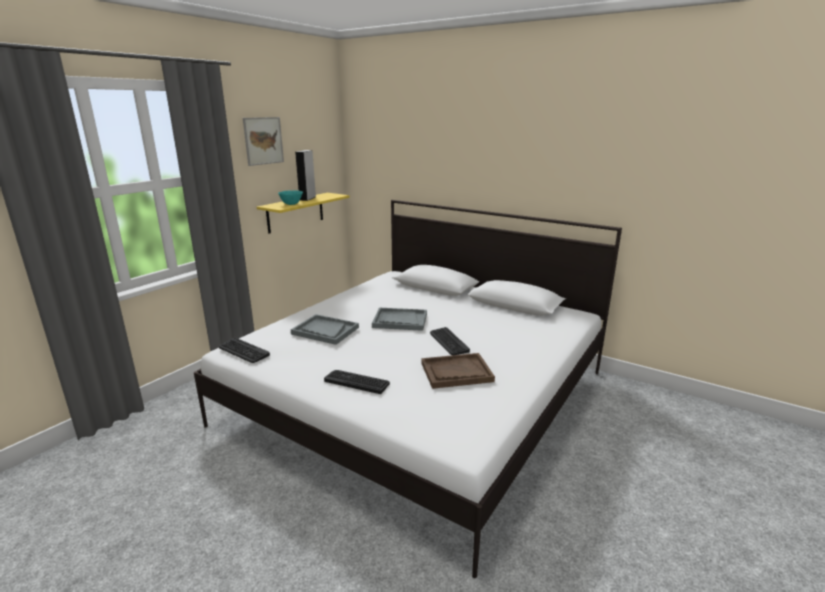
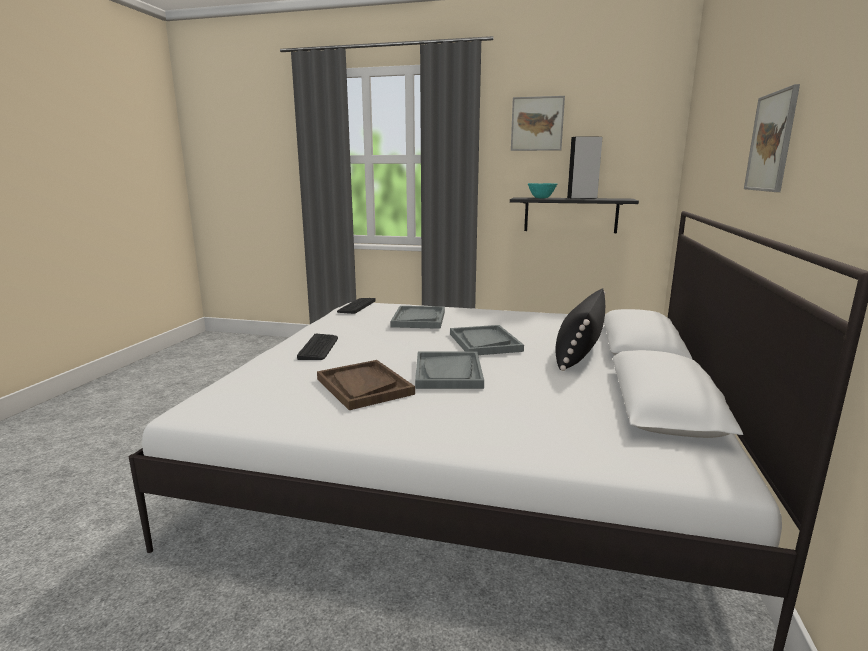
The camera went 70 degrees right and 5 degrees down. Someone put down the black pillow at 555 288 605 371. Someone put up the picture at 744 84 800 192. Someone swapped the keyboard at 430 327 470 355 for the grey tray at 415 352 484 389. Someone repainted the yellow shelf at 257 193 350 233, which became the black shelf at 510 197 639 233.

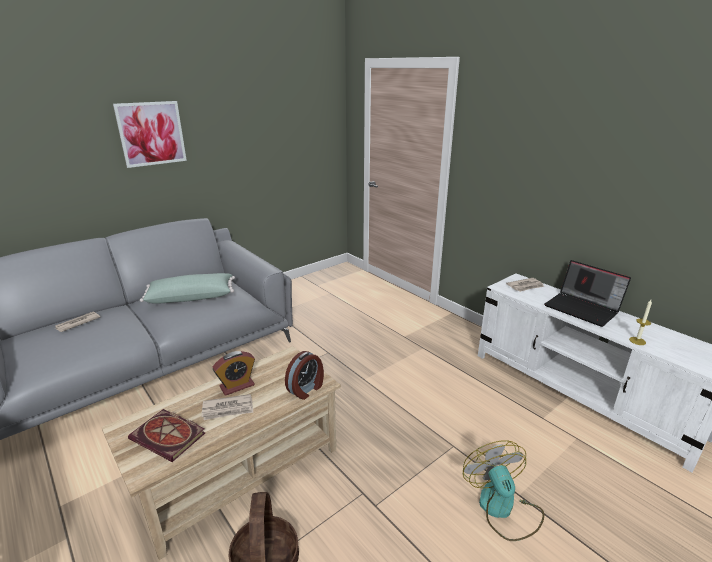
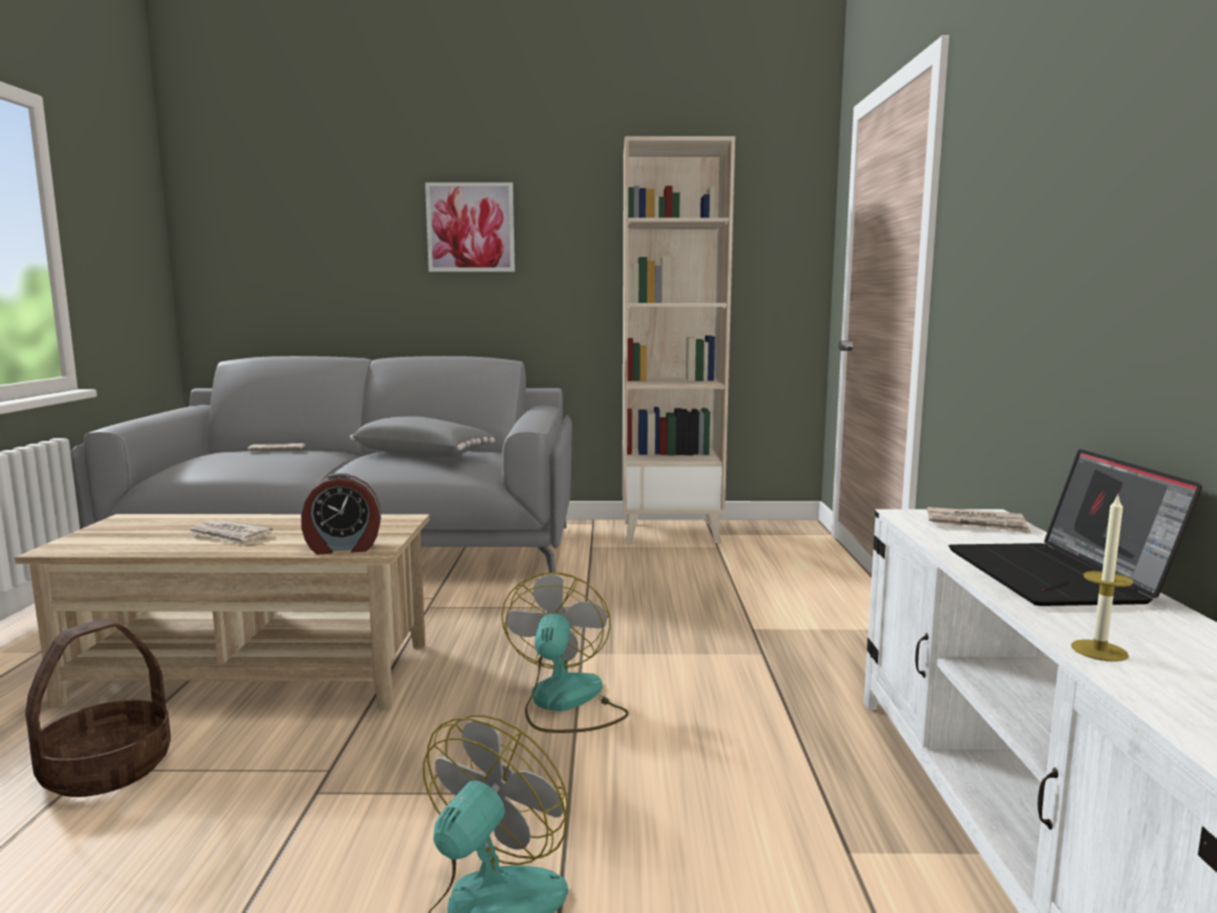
The camera went 40 degrees right and 15 degrees down. Someone took away the book at 128 409 205 462. Someone took away the alarm clock at 213 351 255 396. Someone put down the fan at 501 573 629 733. Someone put down the beige bookcase at 622 136 735 543. Someone repainted the green pillow at 140 273 235 304, which became the grey pillow at 350 417 495 457.

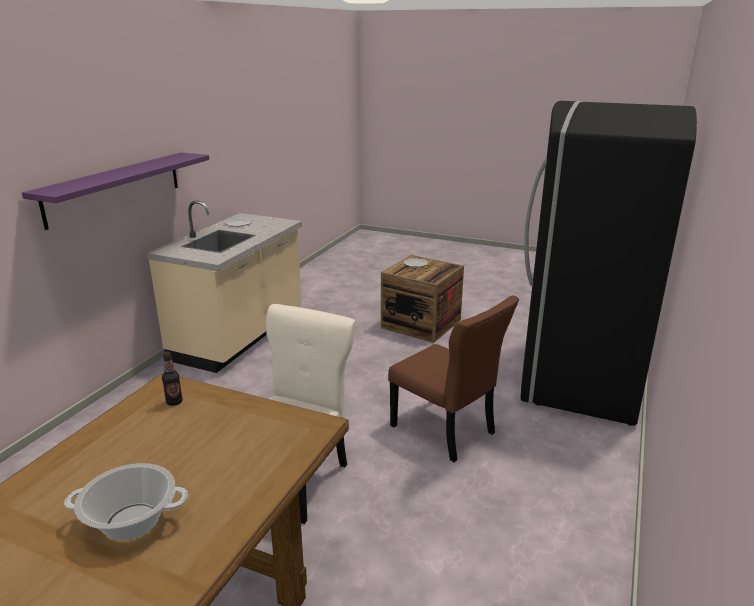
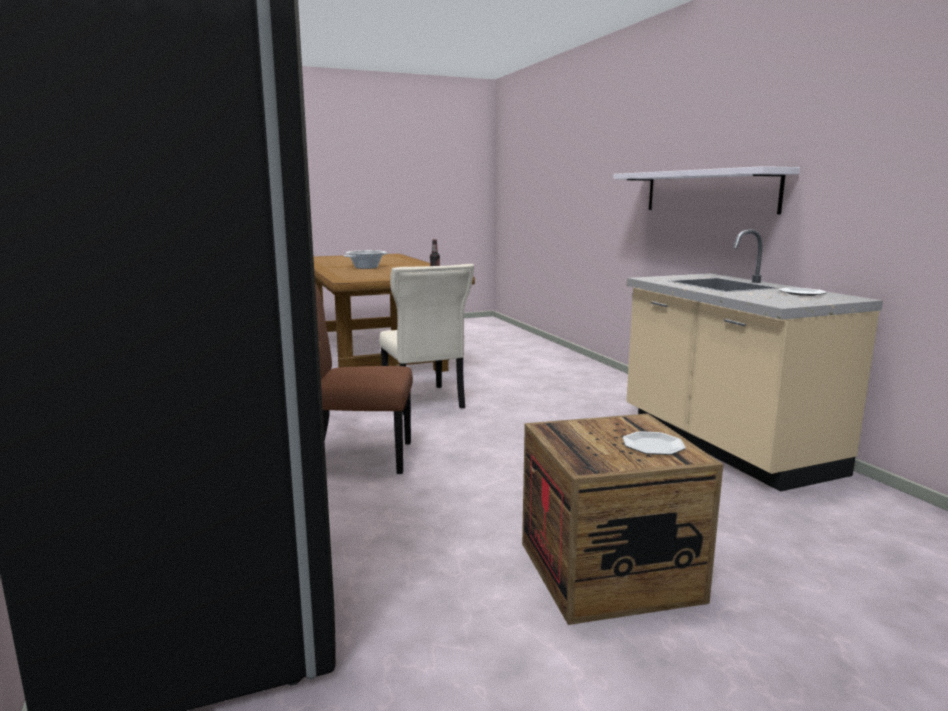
The camera went 135 degrees right and 10 degrees down. Someone repainted the purple shelf at 22 153 209 230, which became the white shelf at 613 166 800 214.

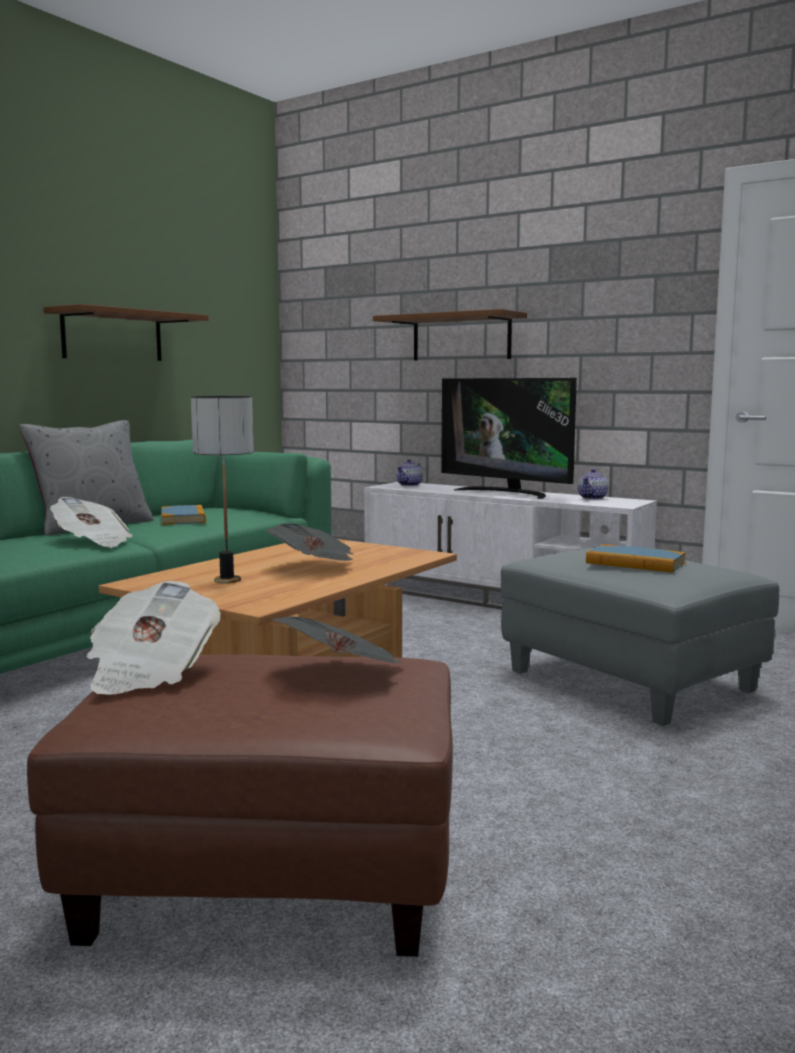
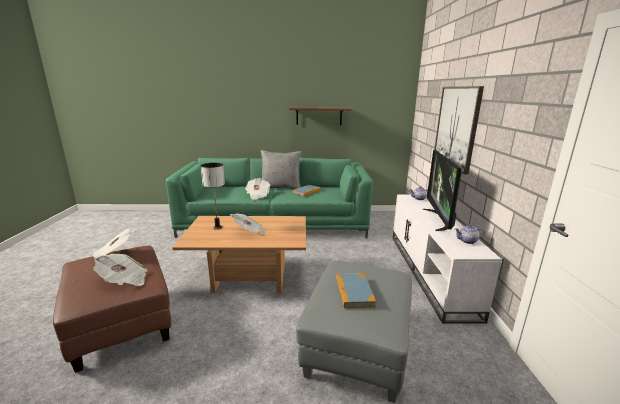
The camera went 55 degrees right and 10 degrees up. Someone swapped the brown shelf at 373 309 527 361 for the picture at 434 86 484 174.

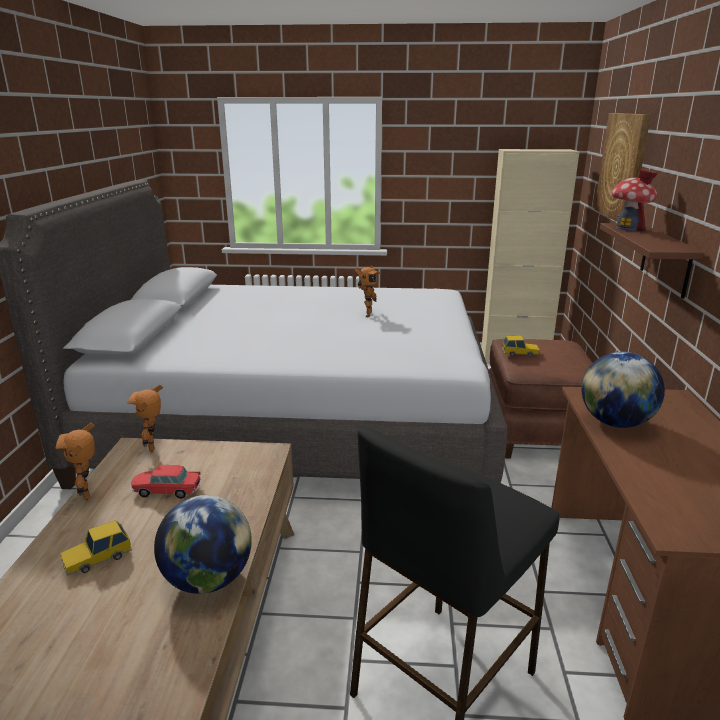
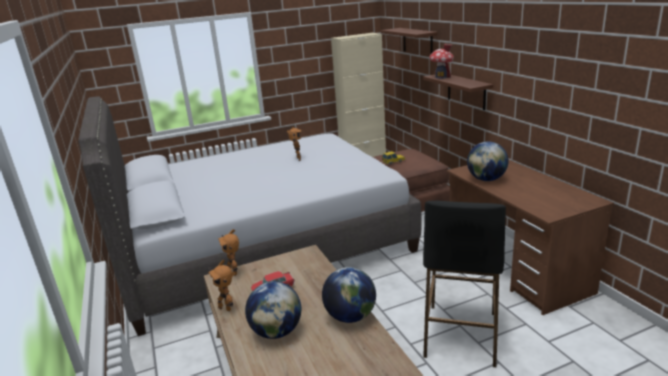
The camera went 25 degrees left and 0 degrees up. Someone swapped the toy car at 60 520 132 576 for the globe at 245 281 301 339. Someone swapped the picture at 594 113 651 222 for the brown shelf at 381 28 438 54.

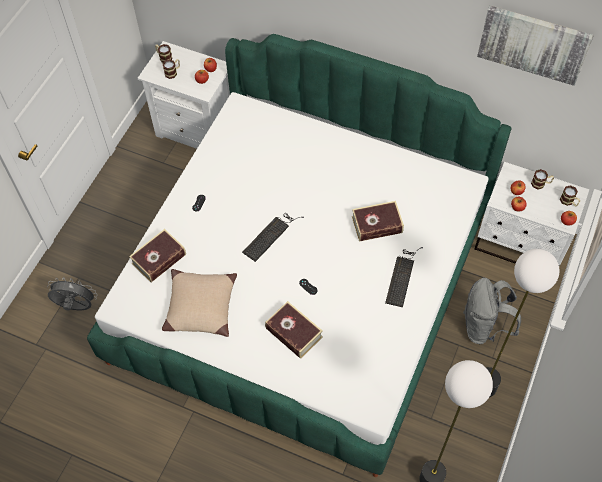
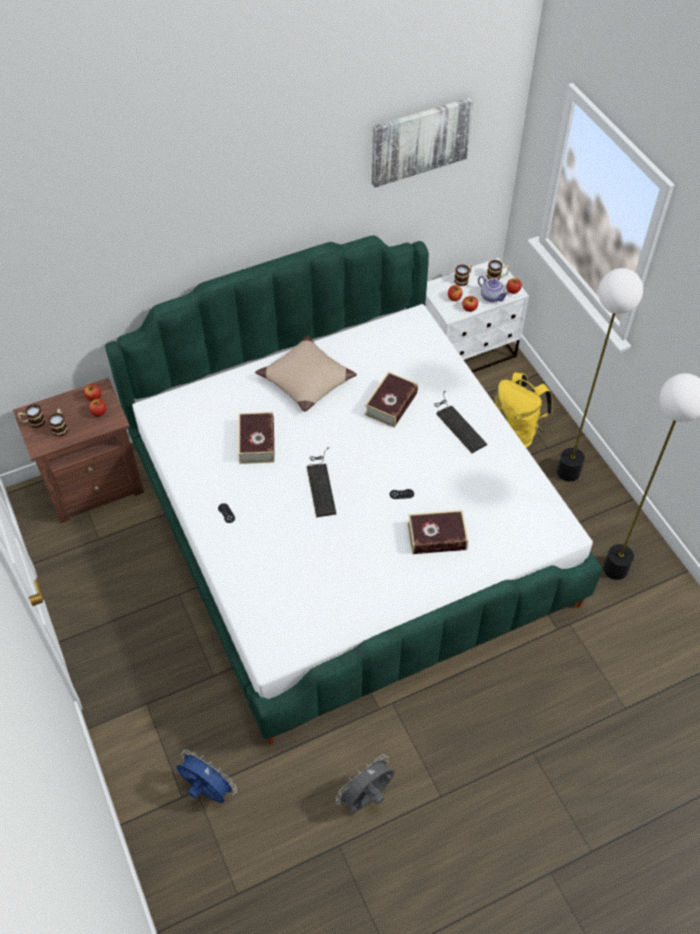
The camera went 50 degrees left and 5 degrees down. Someone put down the blue fan at 176 750 237 803. Someone put down the teapot at 478 276 509 302. Someone carried the grey fan from 47 277 97 310 to 336 754 394 813. Someone carried the book from 129 229 186 282 to 238 412 275 464. Someone carried the beige pillow from 162 269 237 337 to 255 336 357 412. Someone repainted the white nightstand at 138 41 228 149, which became the brown nightstand at 13 378 144 523. Someone repainted the grey backpack at 463 278 521 344, which became the yellow backpack at 495 372 553 448.

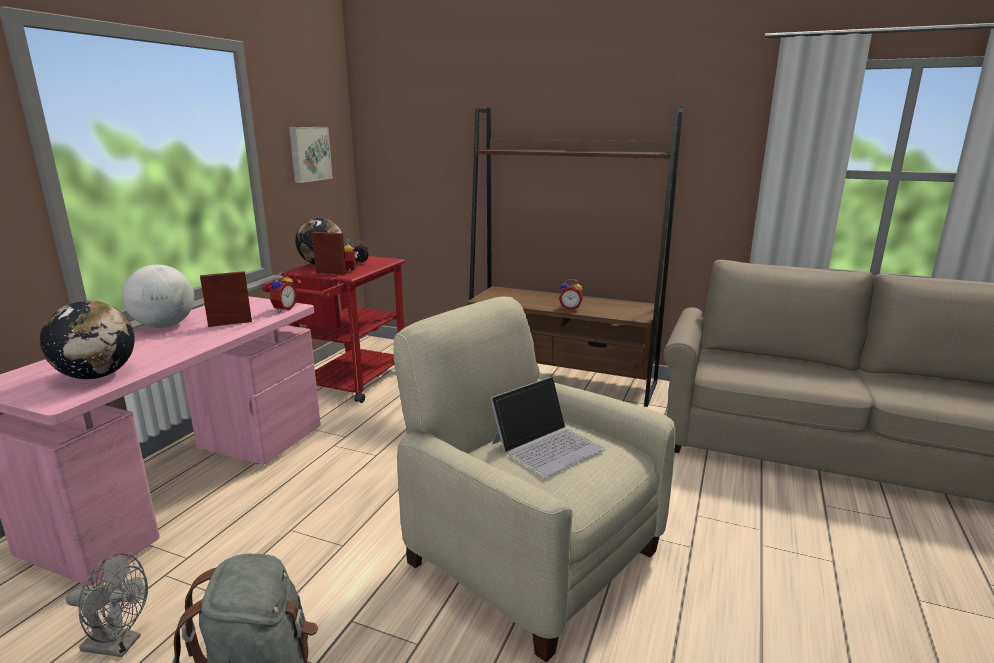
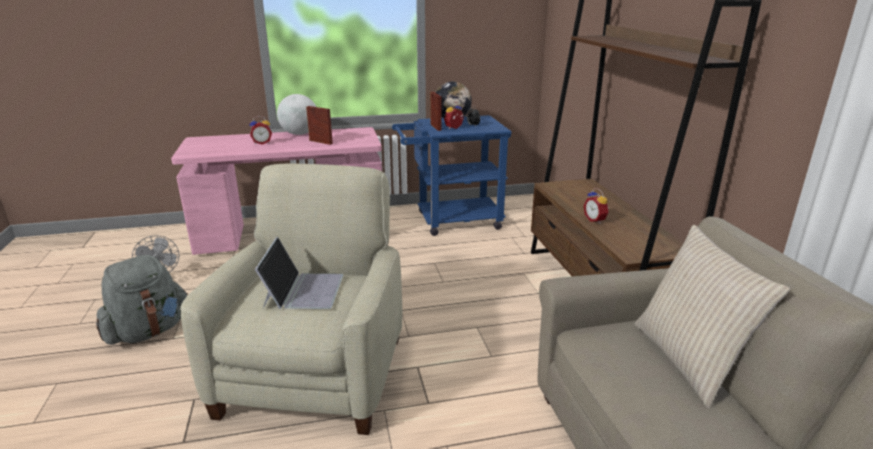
The camera went 55 degrees right and 5 degrees up. Someone took away the globe at 40 300 135 379. Someone took away the picture at 289 127 333 183. Someone put down the beige pillow at 635 225 790 409. Someone carried the alarm clock from 269 273 297 312 to 249 116 272 145. Someone repainted the red cart at 262 256 405 403, which became the blue cart at 392 115 512 236. Someone rotated the laptop at 490 376 605 478 by 105 degrees counterclockwise.

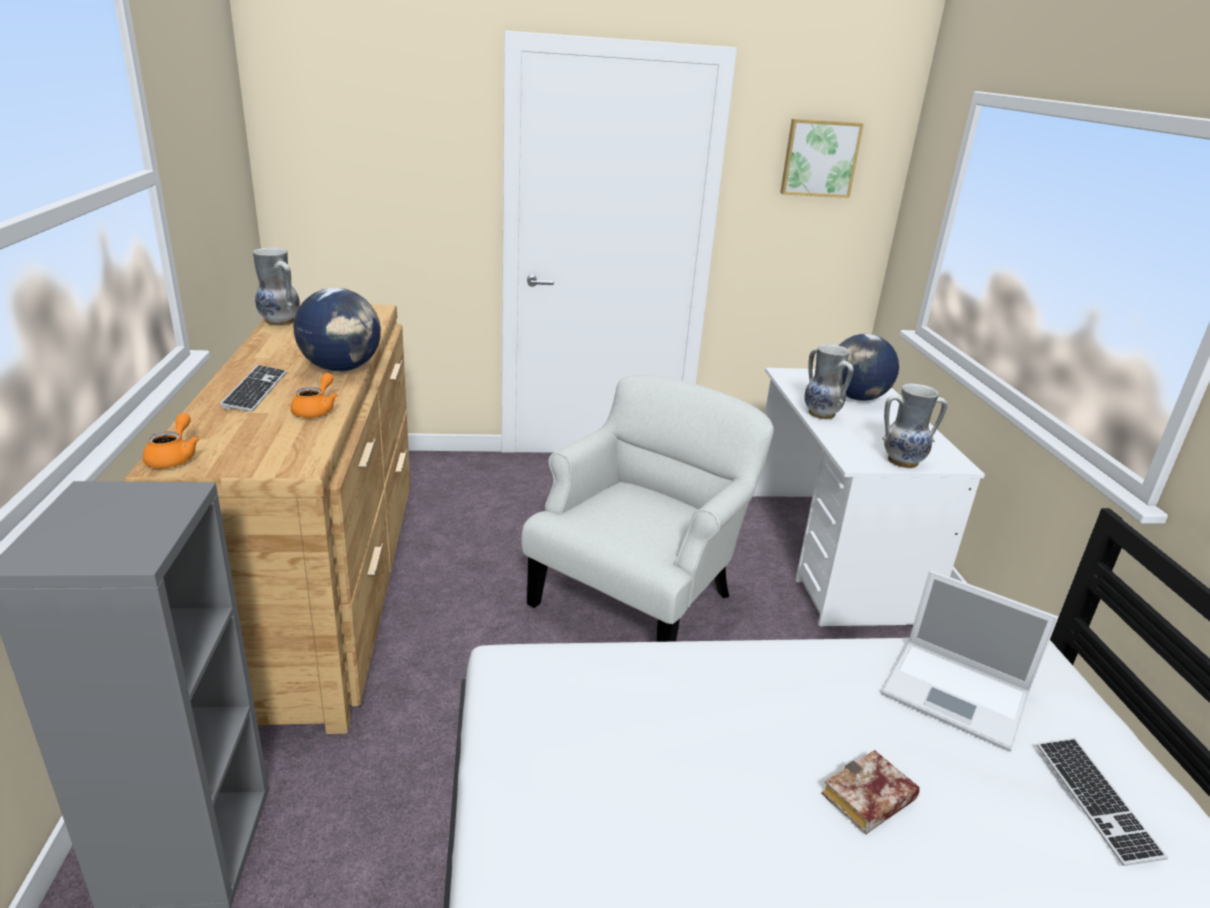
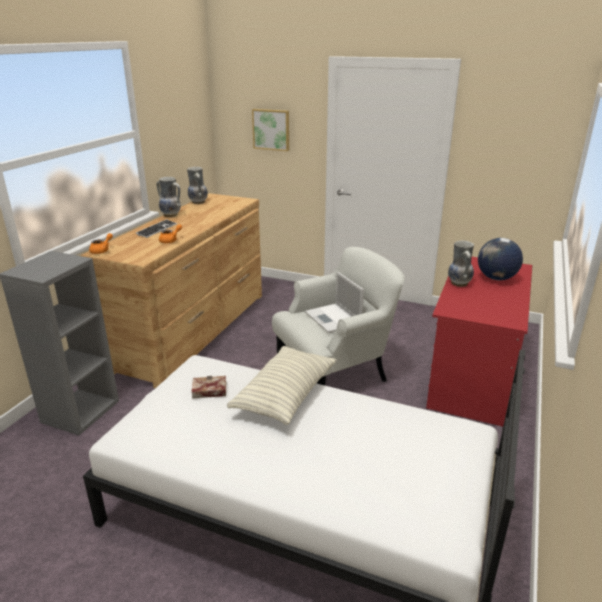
The camera went 30 degrees right and 0 degrees up. Someone took away the globe at 294 288 381 372. Someone took away the keyboard at 1037 738 1168 866. Someone put down the pillow at 227 346 337 425. Someone carried the picture from 780 119 864 198 to 252 109 289 151. Someone carried the book from 822 750 920 835 to 192 376 226 398. Someone carried the laptop from 881 570 1058 752 to 305 272 364 333. Someone carried the vase from 882 384 947 468 to 156 177 181 217. Someone repainted the white desk at 753 368 985 627, which became the red desk at 426 257 532 427.

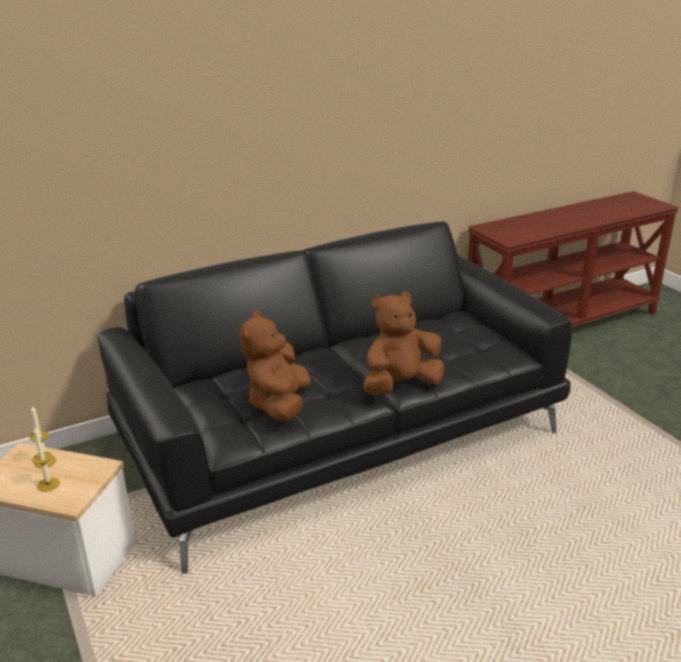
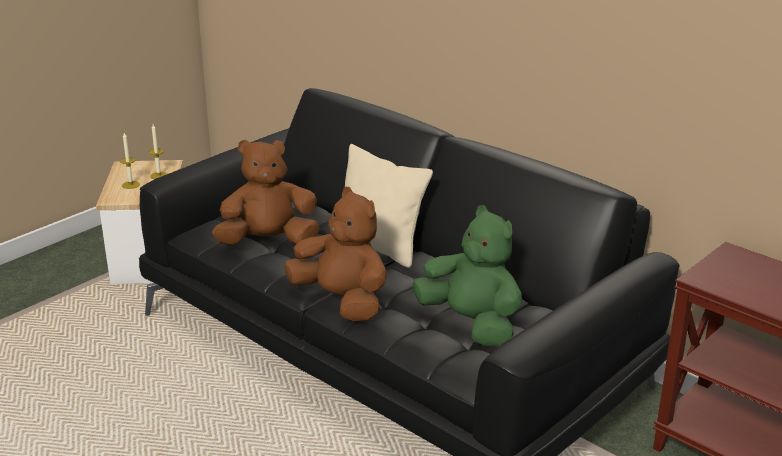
The camera went 70 degrees right and 0 degrees up. Someone put down the beige pillow at 345 144 433 268. Someone put down the green plush toy at 413 205 522 346.

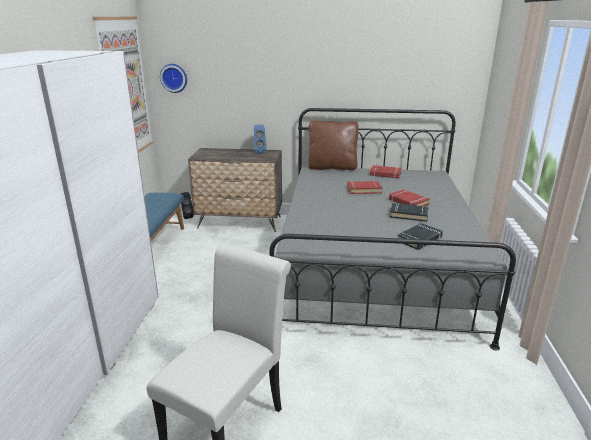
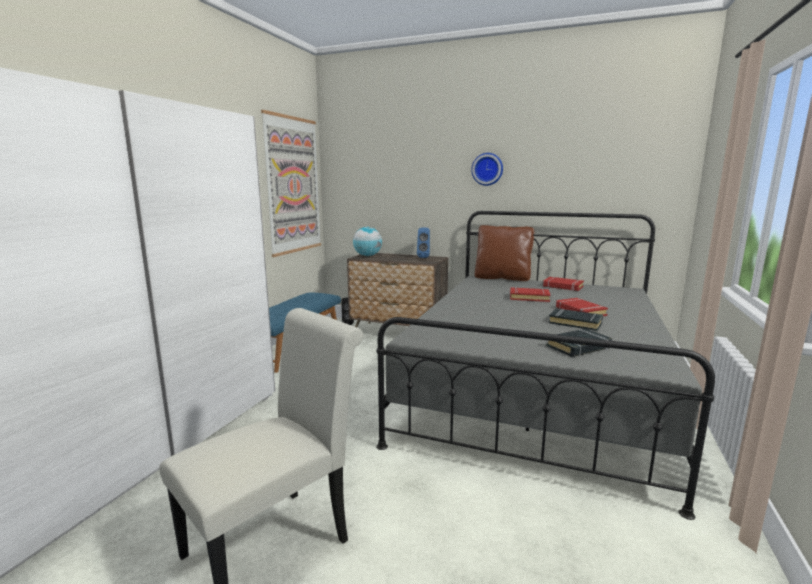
The camera went 15 degrees right and 10 degrees down. Someone put down the globe at 353 227 382 256. Someone carried the wall clock from 160 64 187 93 to 471 153 503 186.

